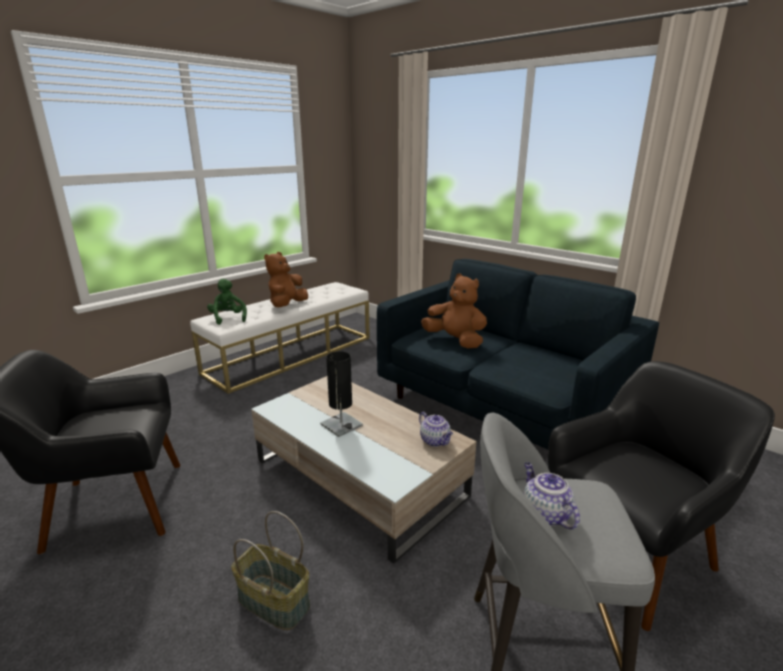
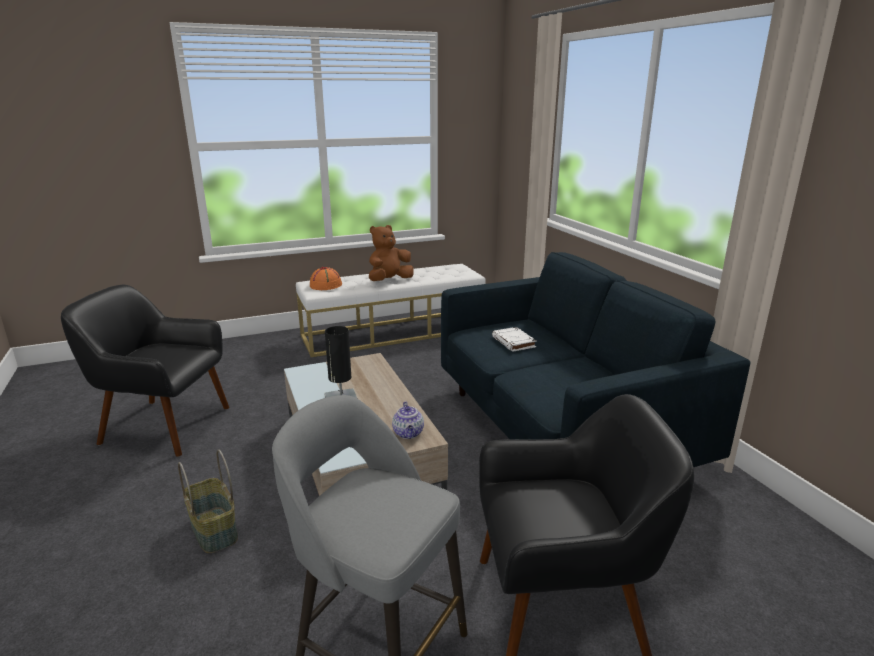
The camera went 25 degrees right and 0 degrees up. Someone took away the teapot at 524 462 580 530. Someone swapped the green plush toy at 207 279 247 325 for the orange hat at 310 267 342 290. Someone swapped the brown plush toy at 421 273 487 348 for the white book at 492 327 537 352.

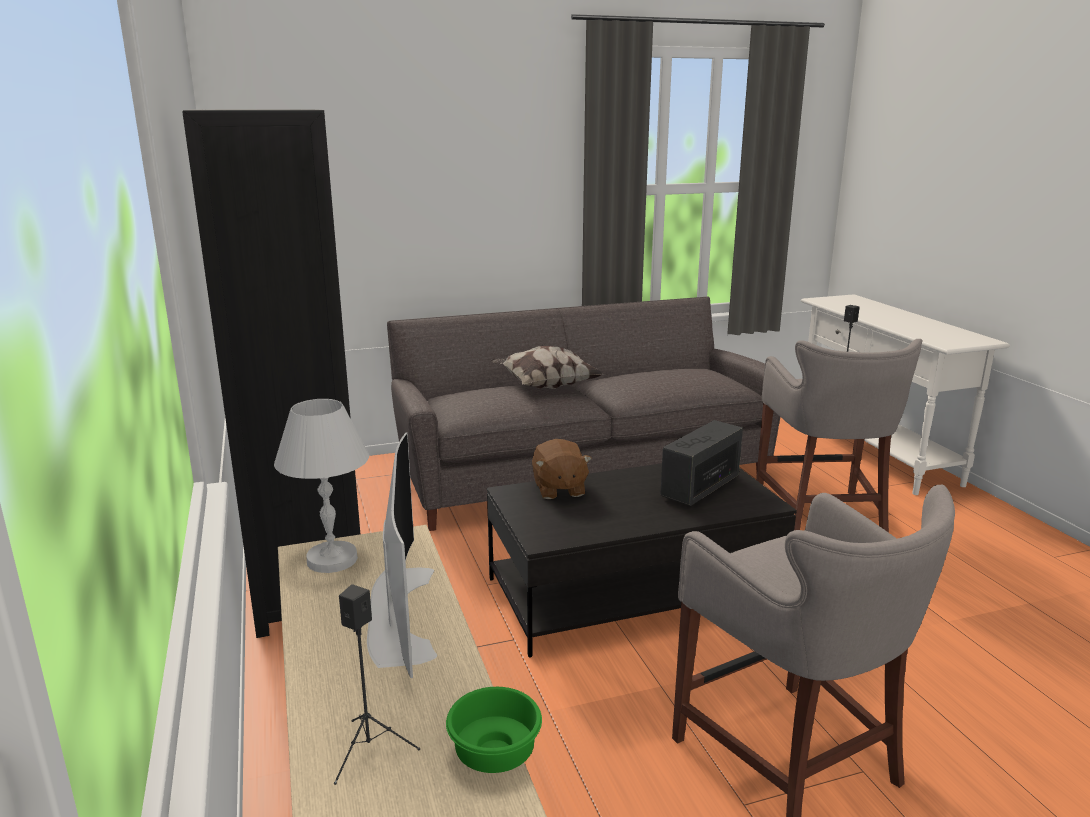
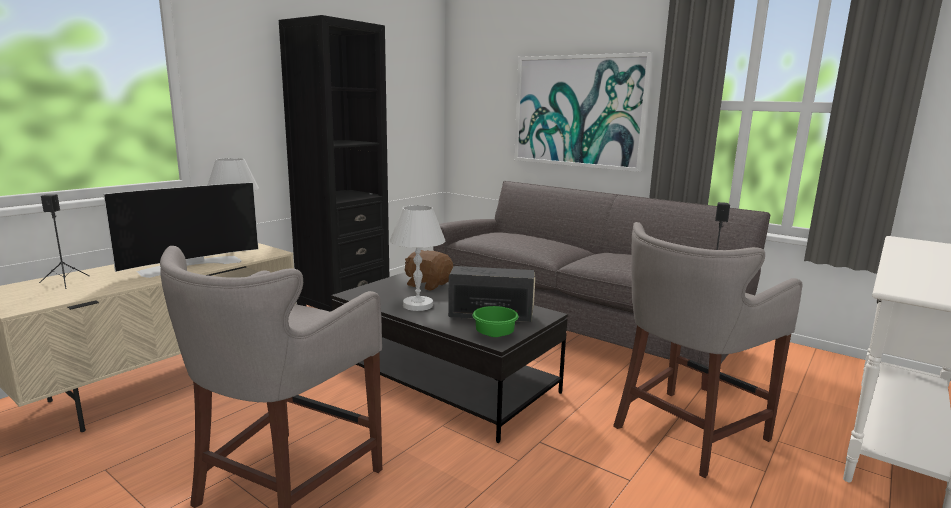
The camera went 55 degrees right and 5 degrees down. Someone took away the pillow at 491 346 603 389. Someone put down the white table lamp at 390 205 445 311. Someone put up the picture at 514 52 654 172. Someone carried the green bowl from 446 687 542 773 to 472 306 519 337. Someone rotated the brown plush toy at 532 439 592 499 by 75 degrees clockwise.

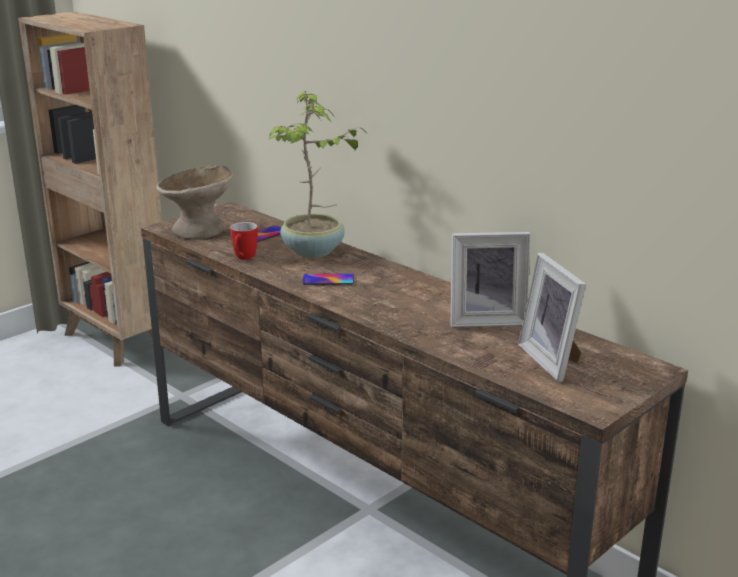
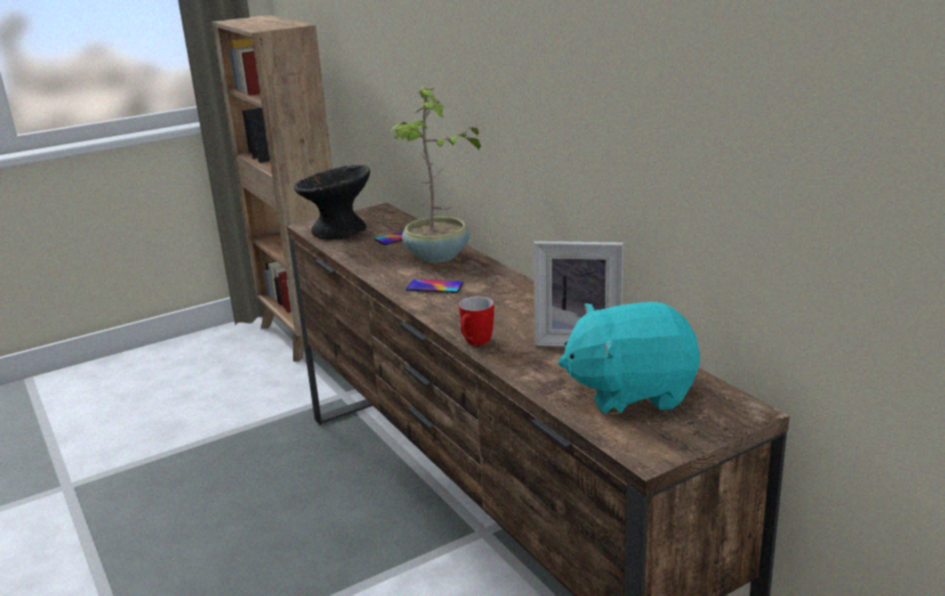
The camera went 15 degrees right and 0 degrees up. Someone carried the mug from 230 222 258 260 to 459 296 494 346. Someone swapped the picture frame at 518 253 586 382 for the turquoise plush toy at 558 302 700 414. Someone repainted the beige bowl at 156 165 233 240, which became the black bowl at 294 165 370 240.

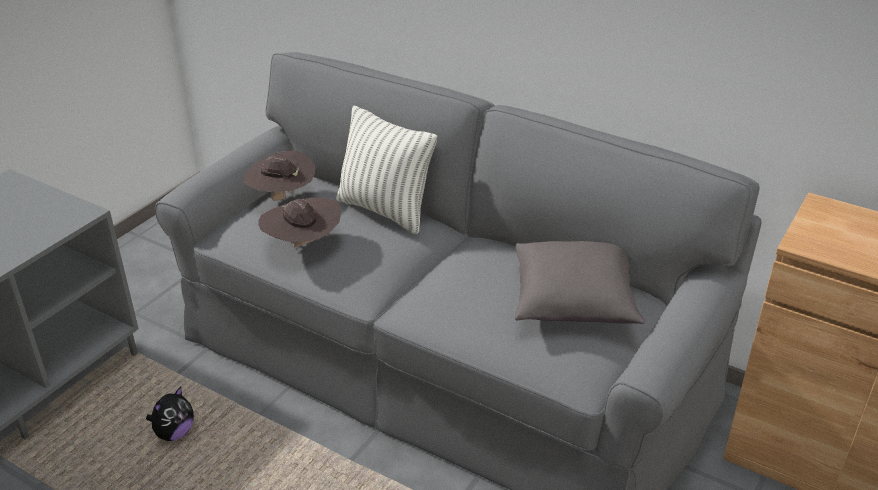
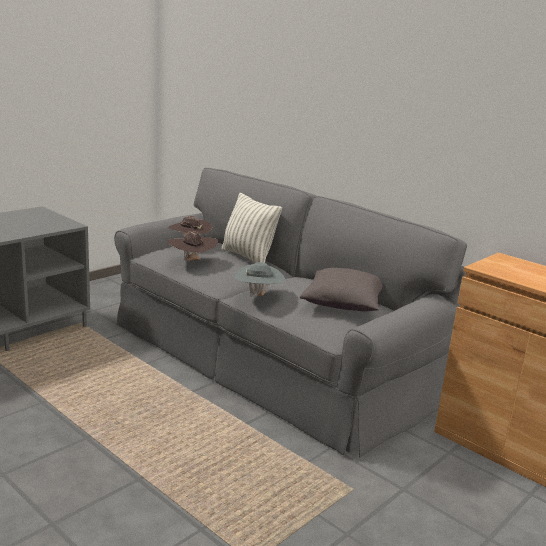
The camera went 10 degrees right and 15 degrees down. Someone took away the plush toy at 146 386 194 441. Someone put down the grey hat at 235 262 285 297.

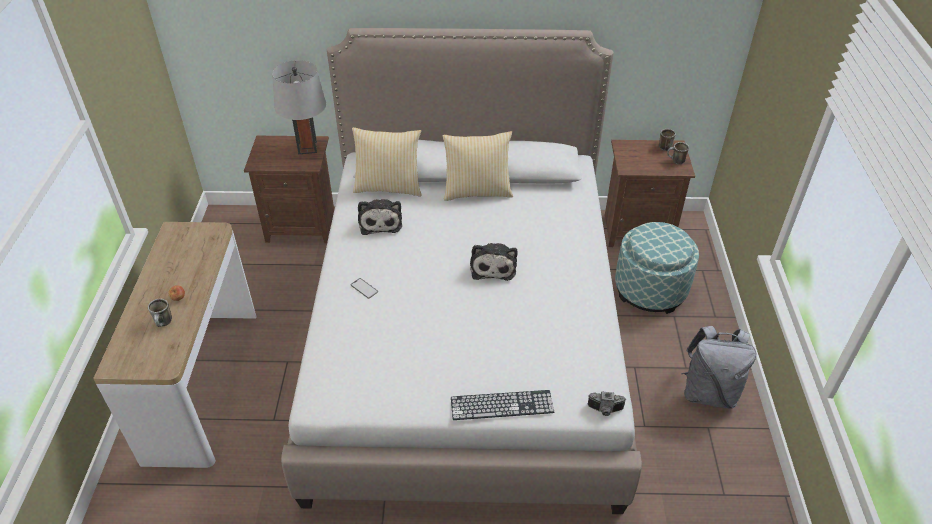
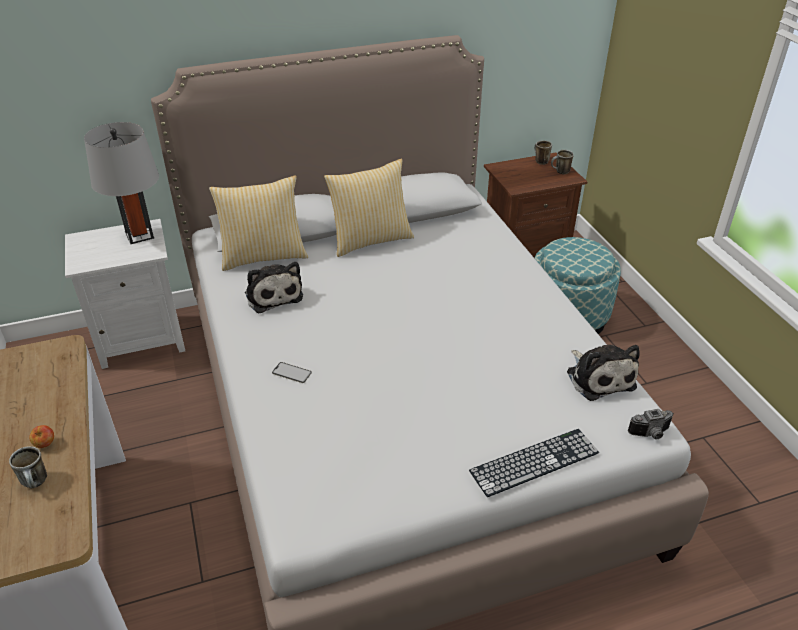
The camera went 20 degrees left and 5 degrees down. Someone took away the grey backpack at 682 326 756 409. Someone carried the plush toy from 470 243 517 281 to 567 345 640 401. Someone repainted the brown nightstand at 244 136 334 243, which became the white nightstand at 65 219 185 369.

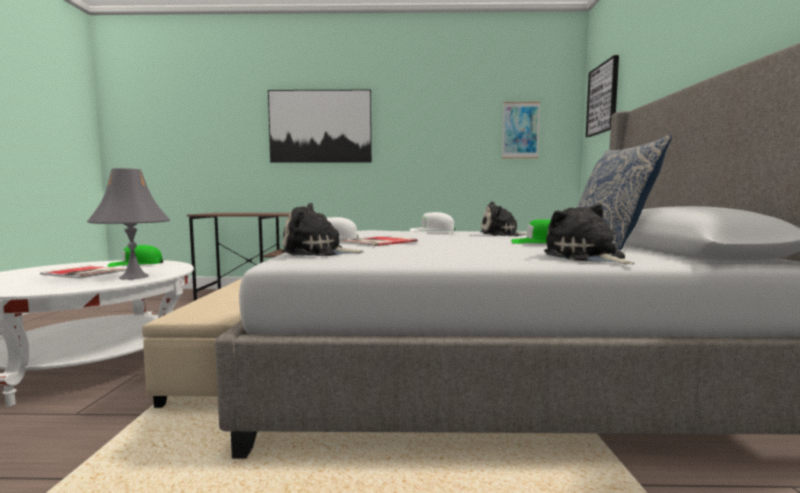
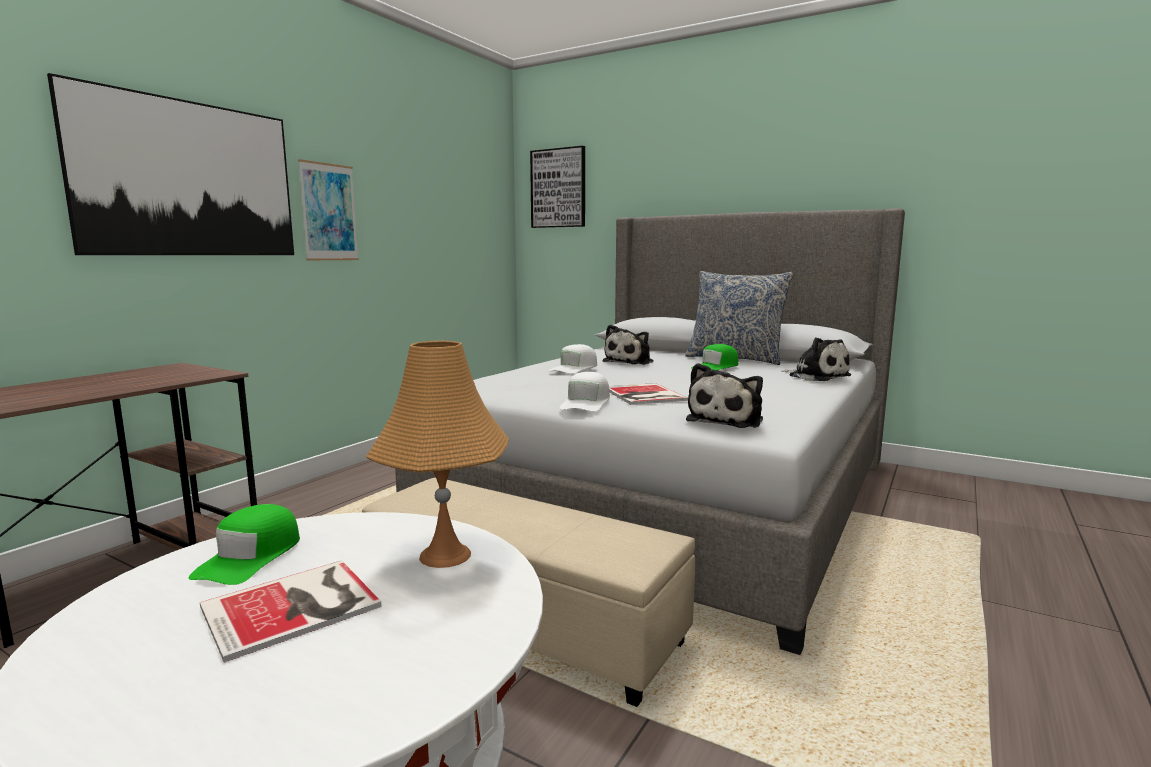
The camera went 60 degrees left and 5 degrees up. Someone carried the picture from 502 102 540 158 to 298 159 359 260. Someone repainted the grey table lamp at 87 168 170 280, which became the orange table lamp at 366 341 509 568. Someone rotated the plush toy at 544 203 634 264 by 135 degrees counterclockwise.

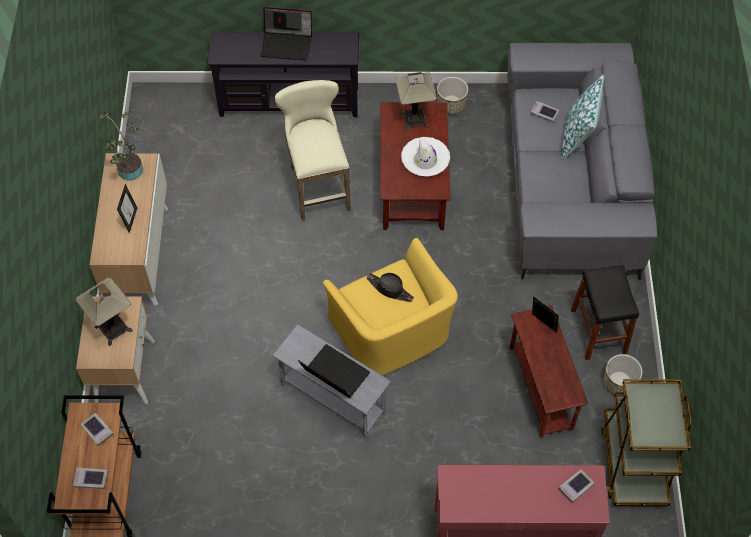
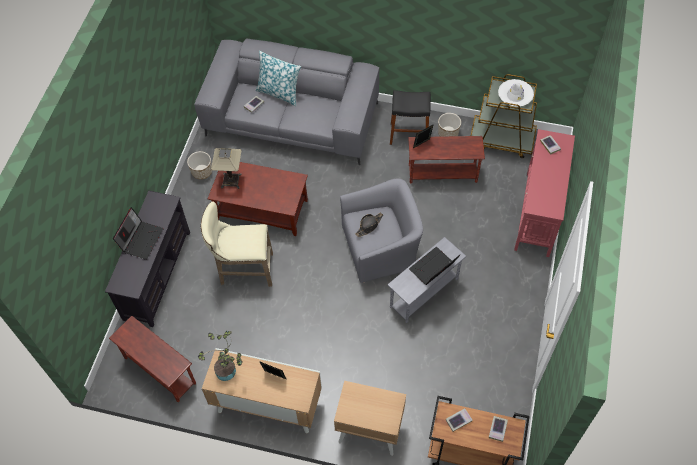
The camera went 75 degrees left and 0 degrees up. Someone took away the table lamp at 76 278 133 346. Someone put down the brown side table at 109 316 196 402. Someone carried the white hat from 401 137 450 177 to 498 79 534 107. Someone repainted the yellow armchair at 323 238 458 375, which became the grey armchair at 340 178 423 283.

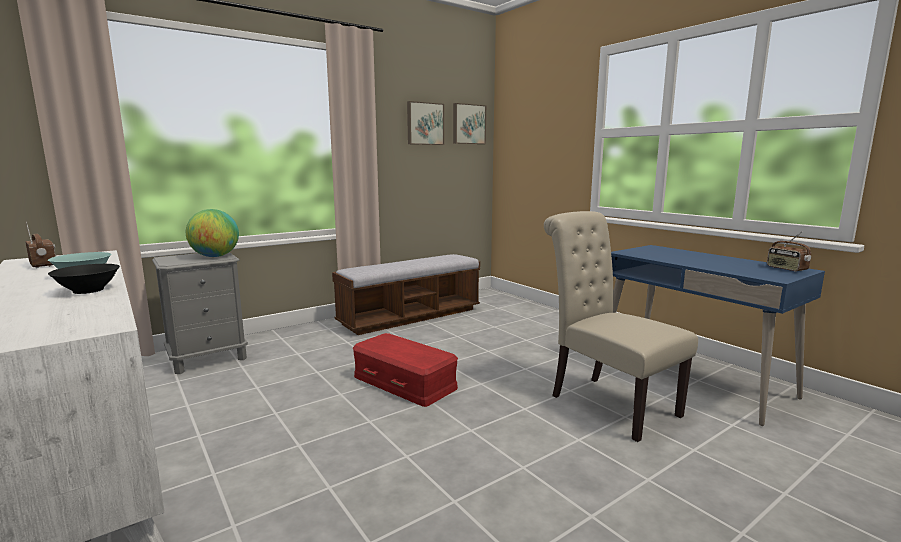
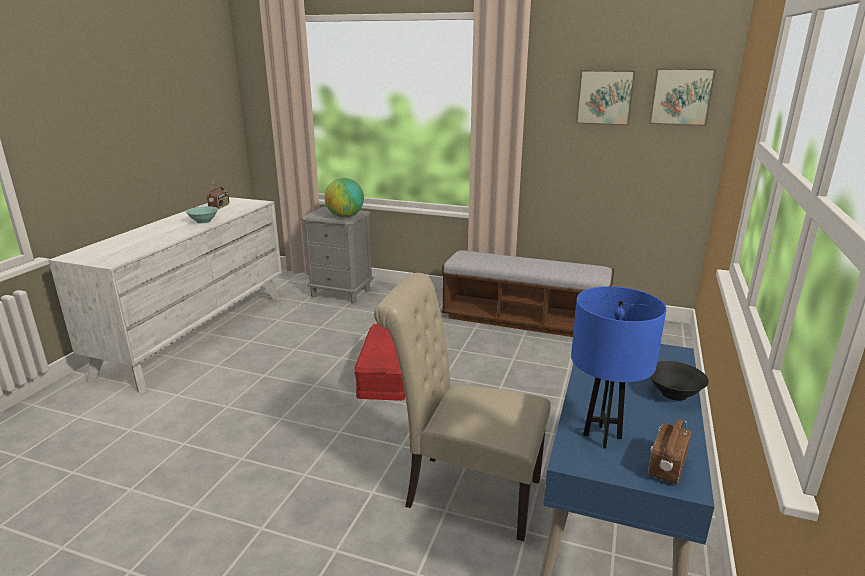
The camera went 55 degrees right and 10 degrees up. Someone put down the blue table lamp at 571 286 667 449. Someone carried the black bowl from 48 264 120 294 to 650 361 709 401. Someone rotated the beige chair at 544 211 698 442 by 90 degrees counterclockwise.

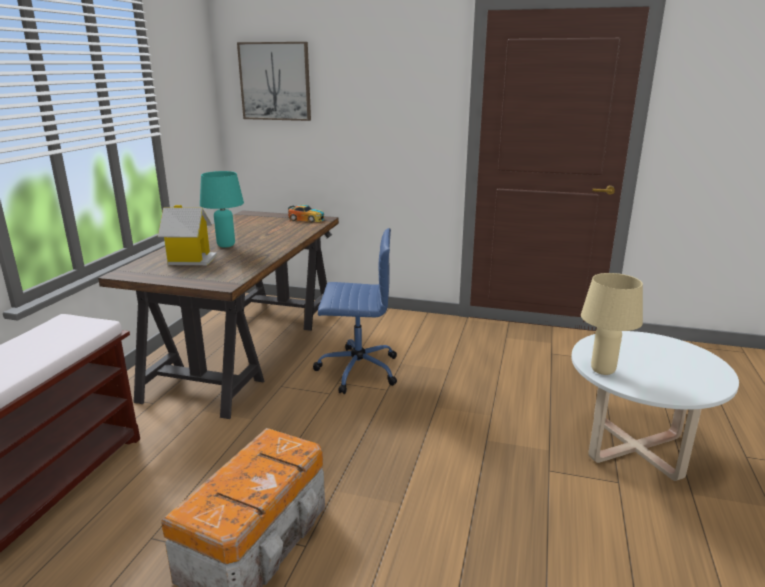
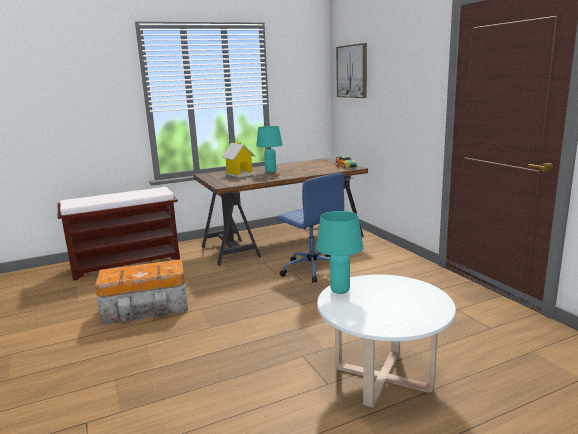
The camera went 50 degrees right and 5 degrees down. Someone repainted the beige table lamp at 581 273 643 375, which became the turquoise table lamp at 316 211 363 294.

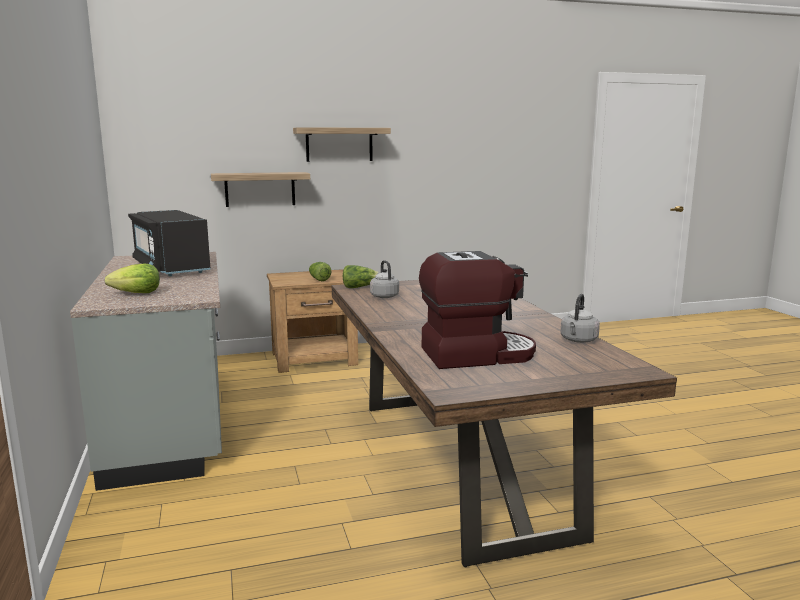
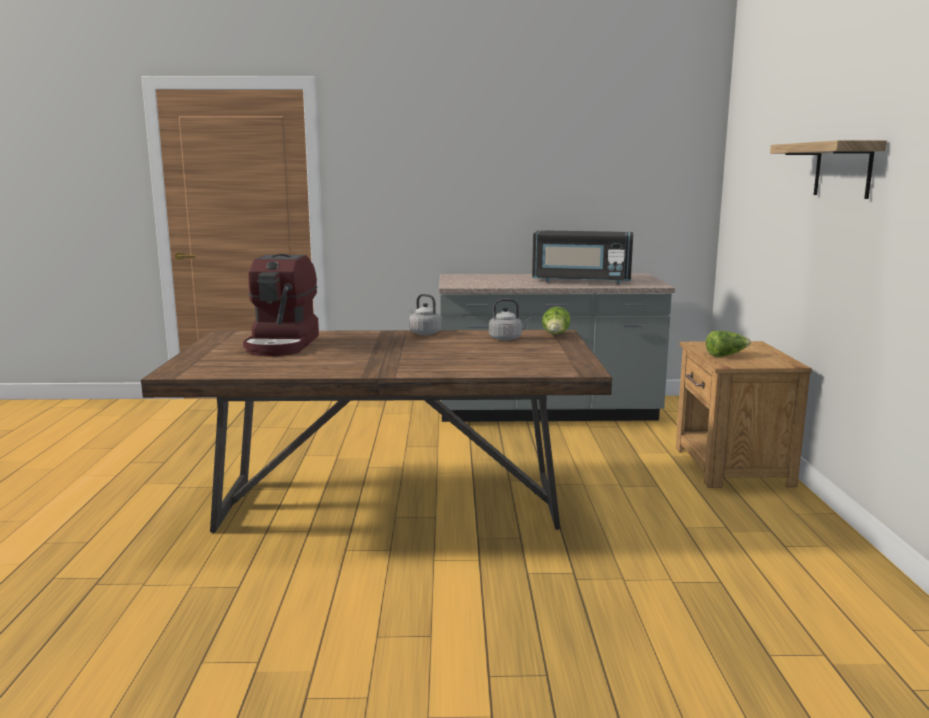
The camera went 105 degrees right and 0 degrees up. Someone took away the lettuce at 105 264 160 293. Someone took away the shelf at 211 172 310 207. Someone carried the grey kettle from 560 294 600 343 to 408 294 441 335. Someone rotated the black microwave at 128 210 210 276 by 150 degrees counterclockwise.

